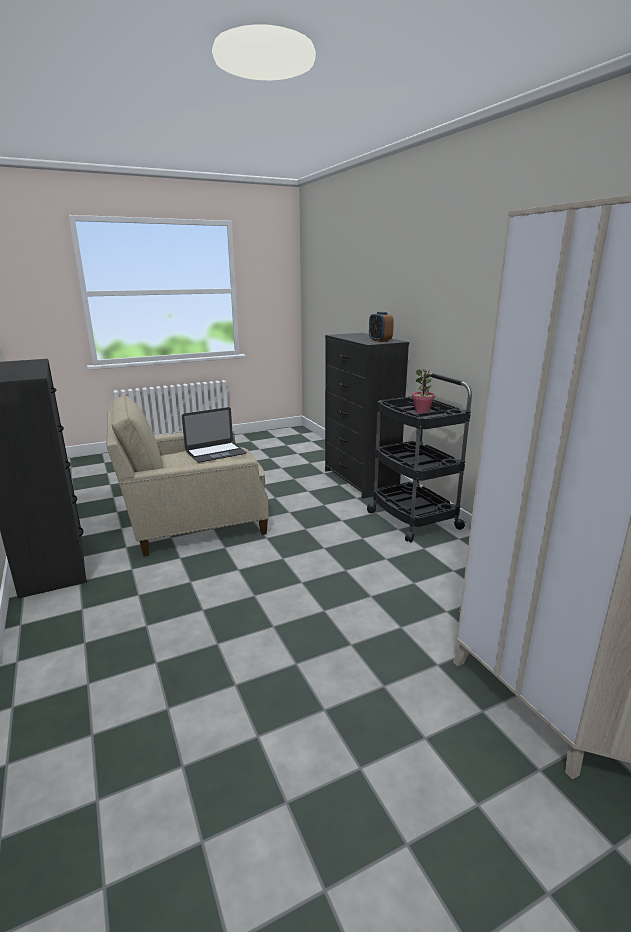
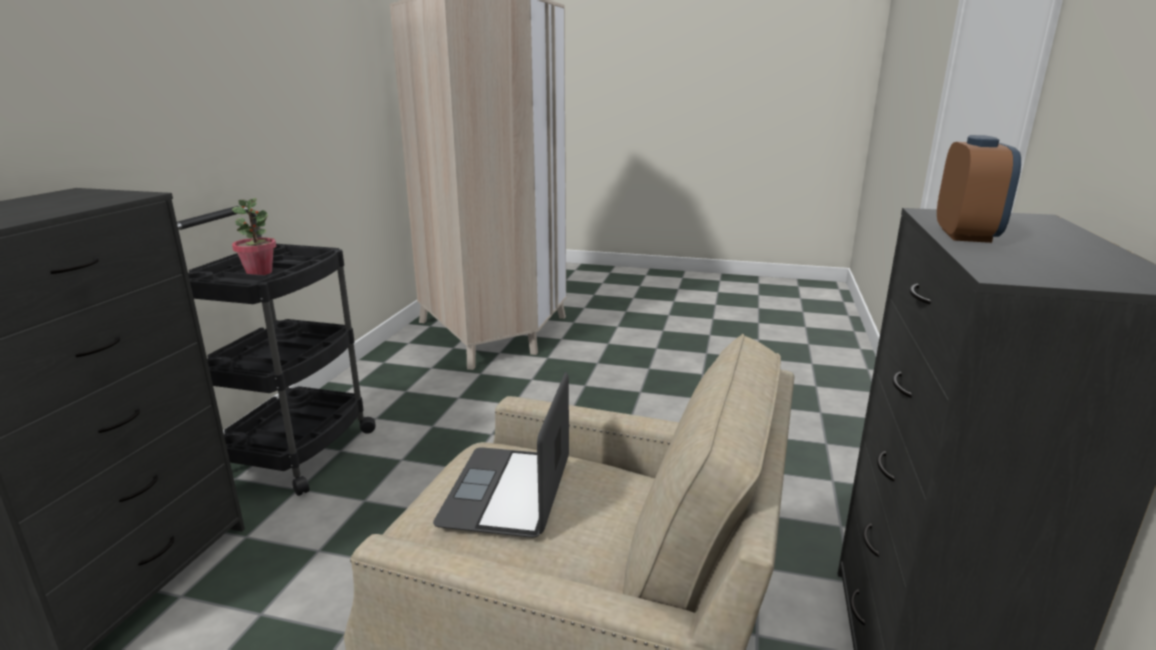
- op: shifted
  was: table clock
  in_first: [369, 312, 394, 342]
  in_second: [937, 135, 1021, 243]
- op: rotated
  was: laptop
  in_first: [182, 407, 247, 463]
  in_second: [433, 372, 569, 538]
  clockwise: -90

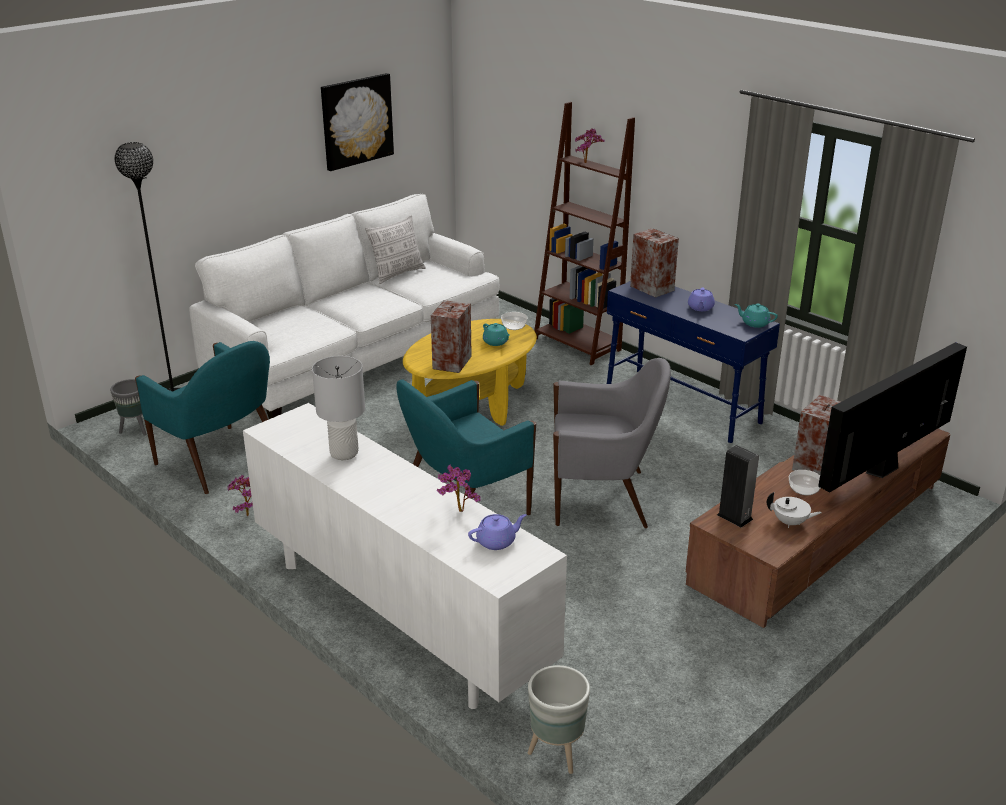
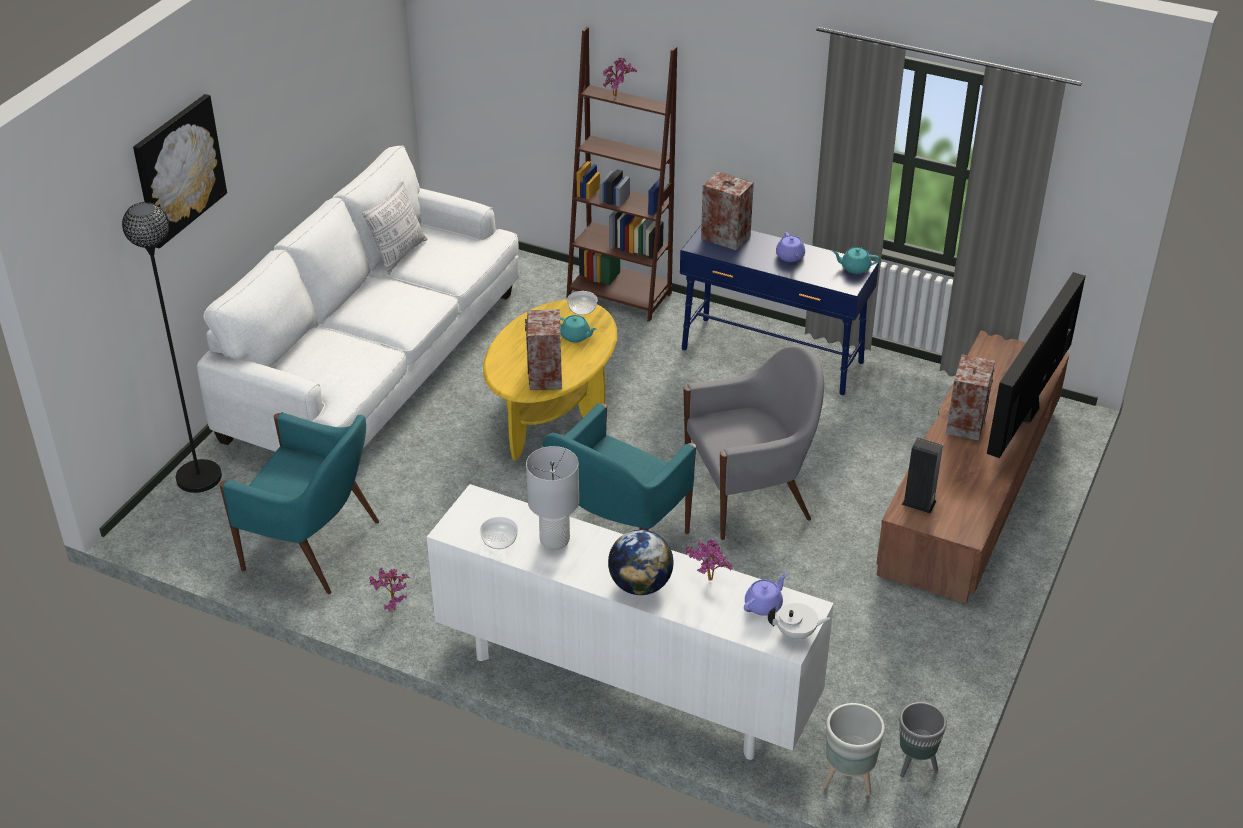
- op: new
  now: world globe
  in_second: [608, 530, 674, 595]
- op: shifted
  was: planter/greyish
  in_first: [110, 379, 146, 436]
  in_second: [900, 702, 947, 777]
- op: shifted
  was: wall picture
  in_first: [321, 73, 394, 171]
  in_second: [133, 94, 227, 249]
- op: shifted
  was: tea pot/whitish
  in_first: [767, 492, 822, 528]
  in_second: [768, 603, 830, 642]
- op: shifted
  was: serving bowl
  in_first: [789, 470, 820, 495]
  in_second: [480, 517, 518, 549]

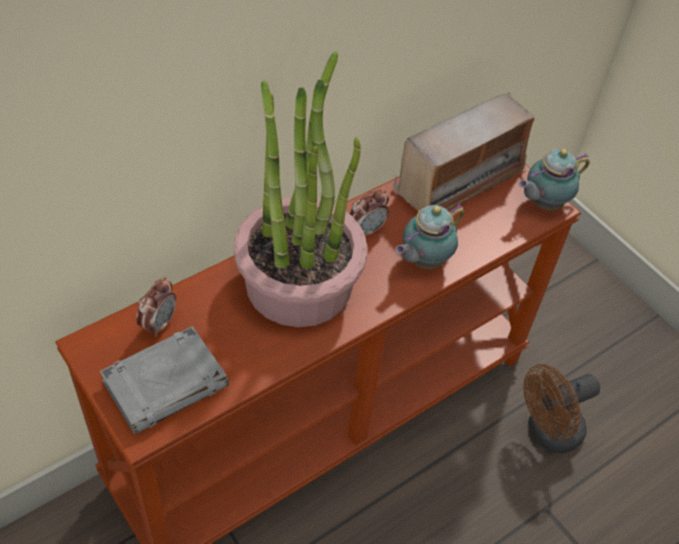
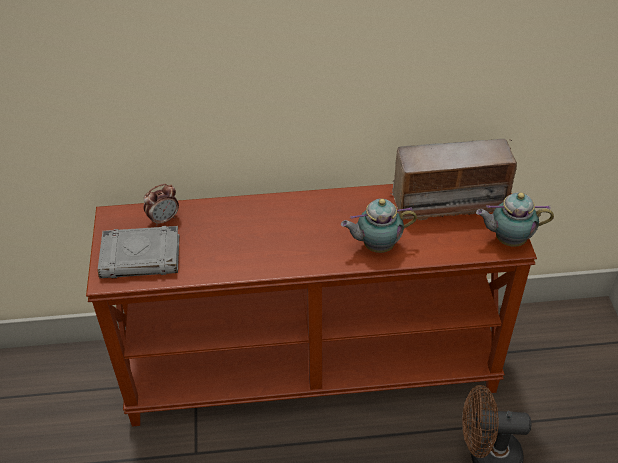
- op: gone
  was: houseplant
  in_first: [233, 51, 368, 327]
- op: gone
  was: table clock
  in_first: [349, 189, 389, 236]

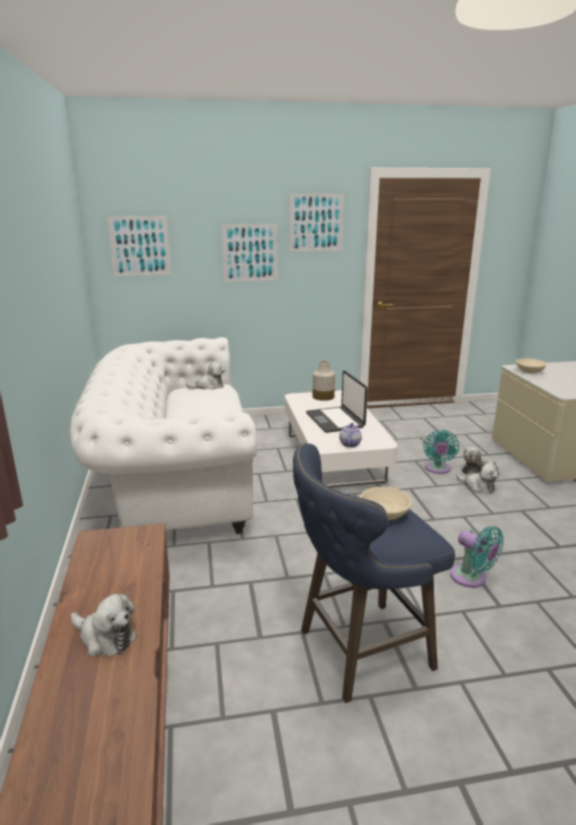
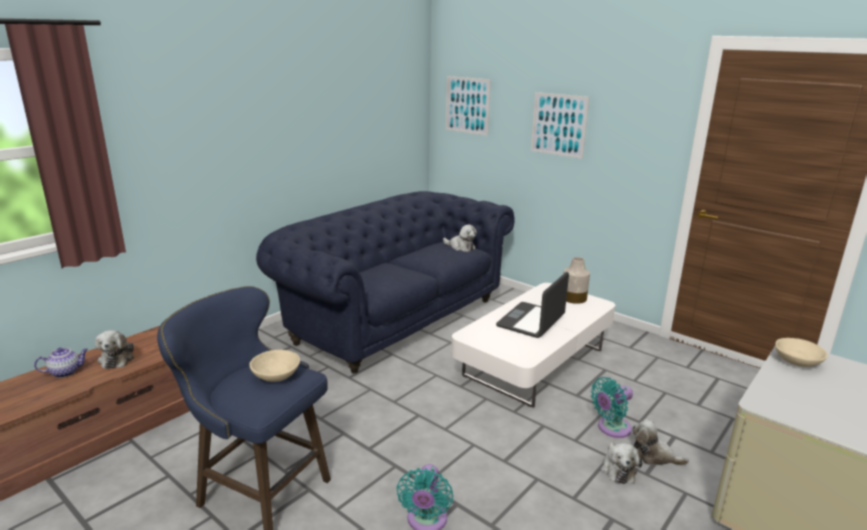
- op: gone
  was: wall picture
  in_first: [289, 193, 344, 252]
- op: shifted
  was: tea pot
  in_first: [339, 423, 362, 447]
  in_second: [34, 348, 88, 378]
- op: repainted
  was: couch/whitish
  now: couch/blue-coloured
  in_first: [70, 337, 257, 534]
  in_second: [256, 191, 515, 374]

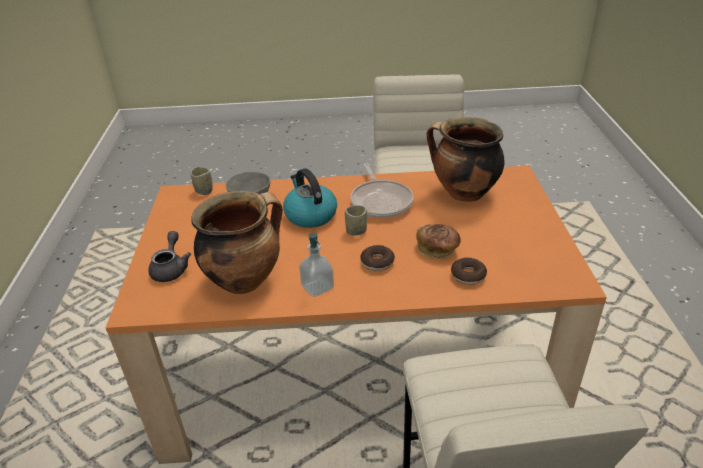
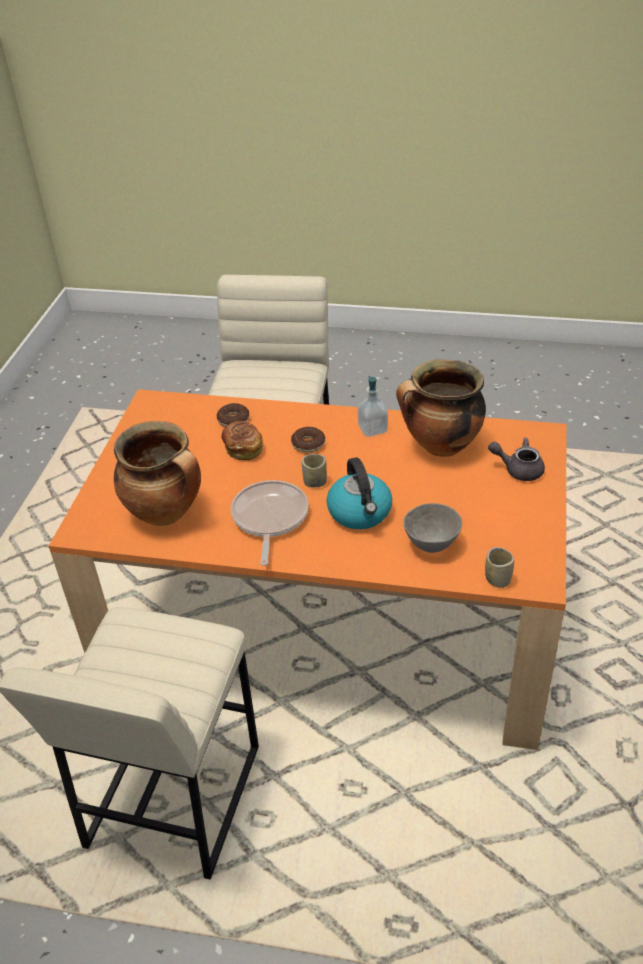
- op: rotated
  was: tea pot/greyish
  in_first: [148, 231, 191, 282]
  in_second: [488, 438, 545, 481]
  clockwise: 90

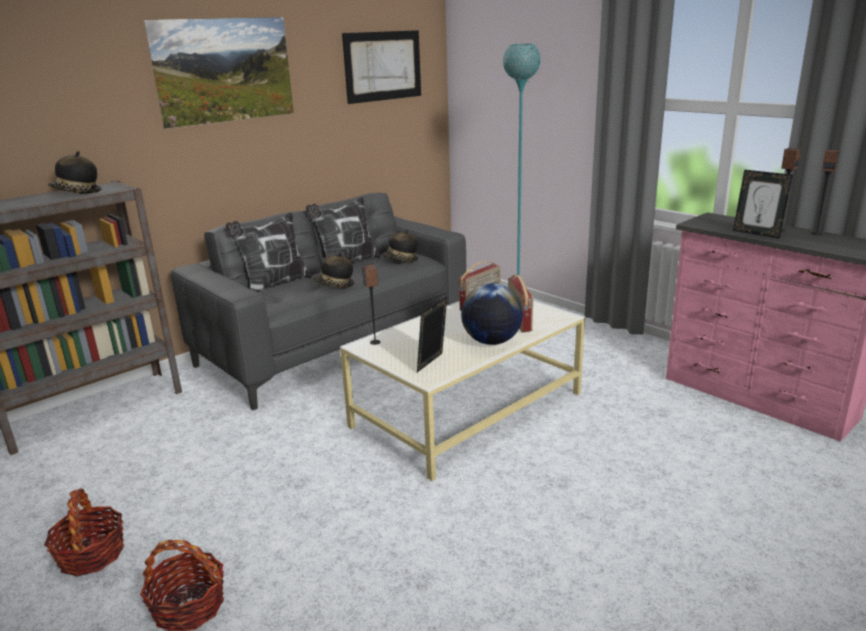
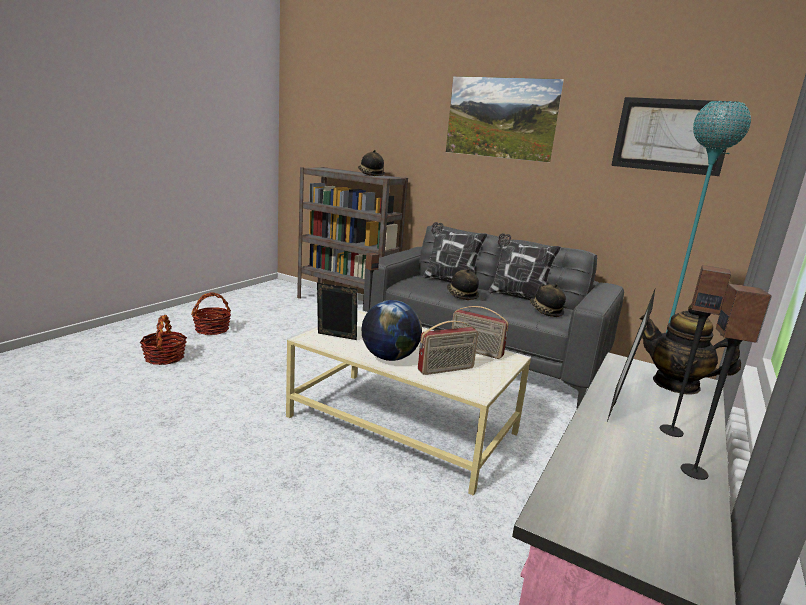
- op: new
  now: tea pot
  in_second: [639, 304, 741, 394]

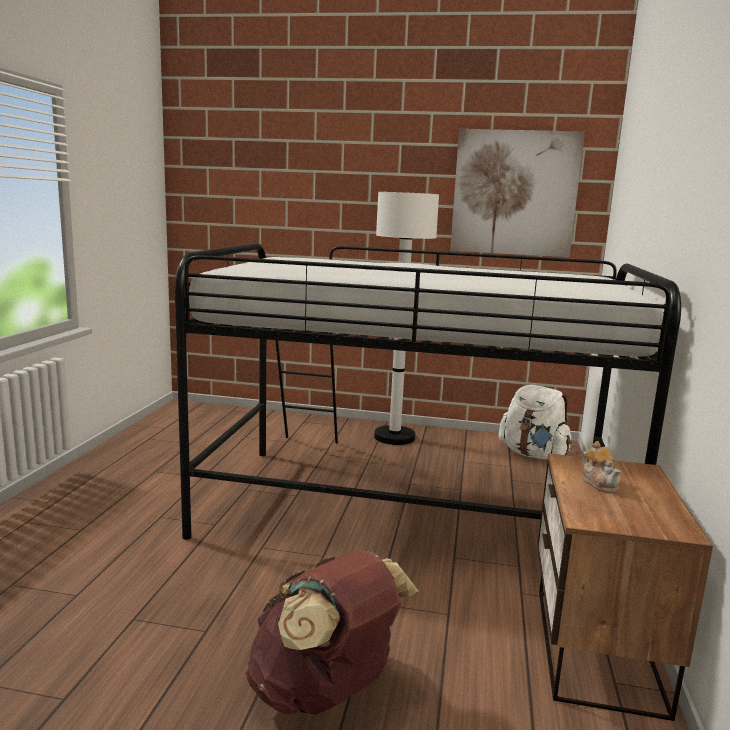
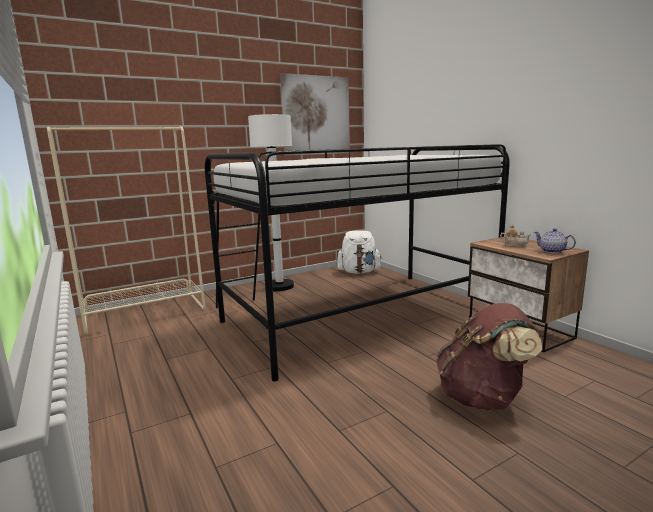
- op: new
  now: garment stand/sand-coloured
  in_second: [47, 126, 205, 335]
- op: new
  now: tea pot
  in_second: [534, 228, 576, 253]

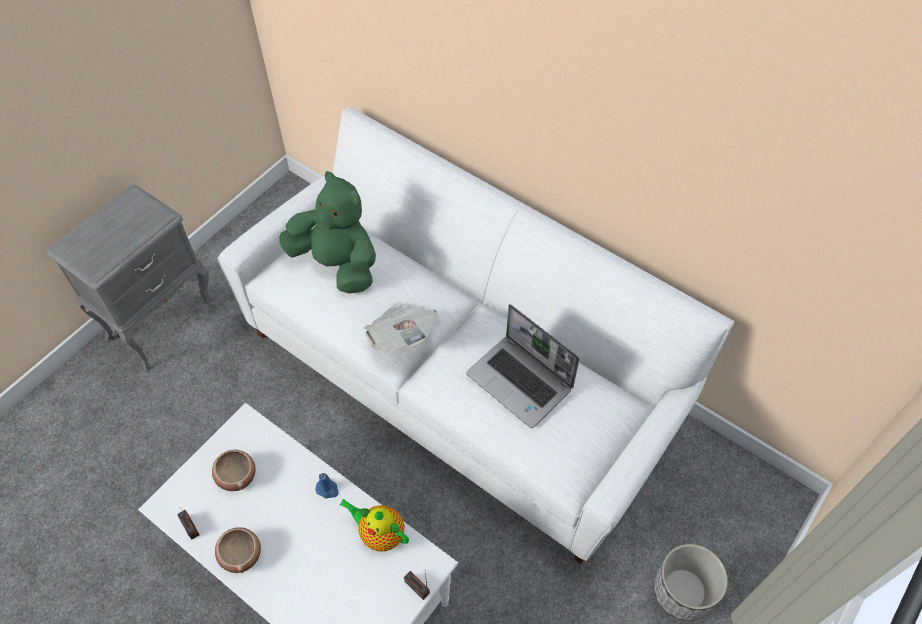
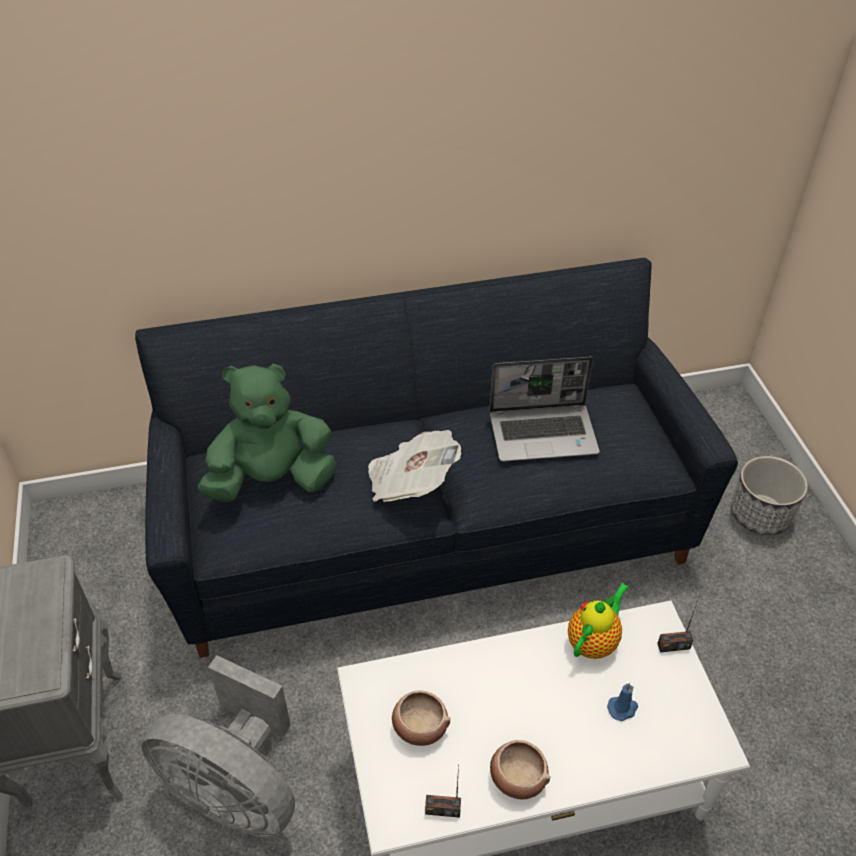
- op: new
  now: cooling fan/greyish
  in_second: [141, 655, 295, 838]
- op: shifted
  was: wax candle/blue-coloured
  in_first: [316, 473, 338, 499]
  in_second: [607, 683, 638, 721]
- op: repainted
  was: couch/whitish
  now: couch/blackish
  in_first: [217, 107, 734, 564]
  in_second: [135, 258, 738, 658]
- op: rotated
  was: tea pot
  in_first: [339, 499, 409, 552]
  in_second: [568, 583, 629, 659]
  clockwise: 150

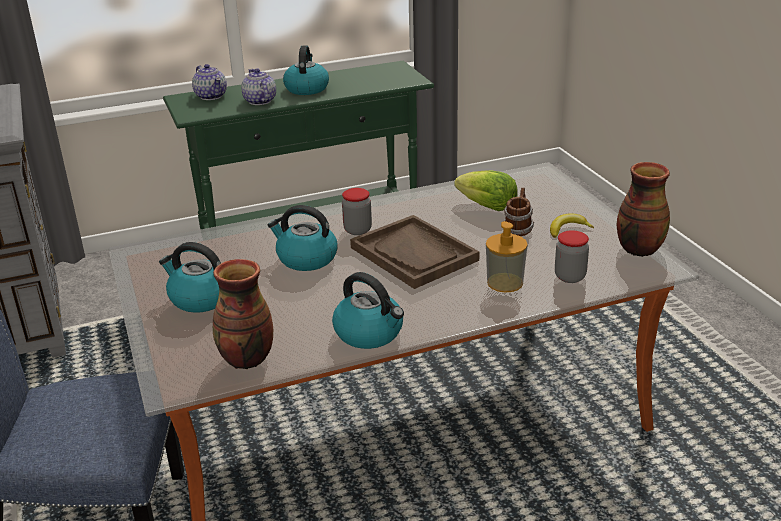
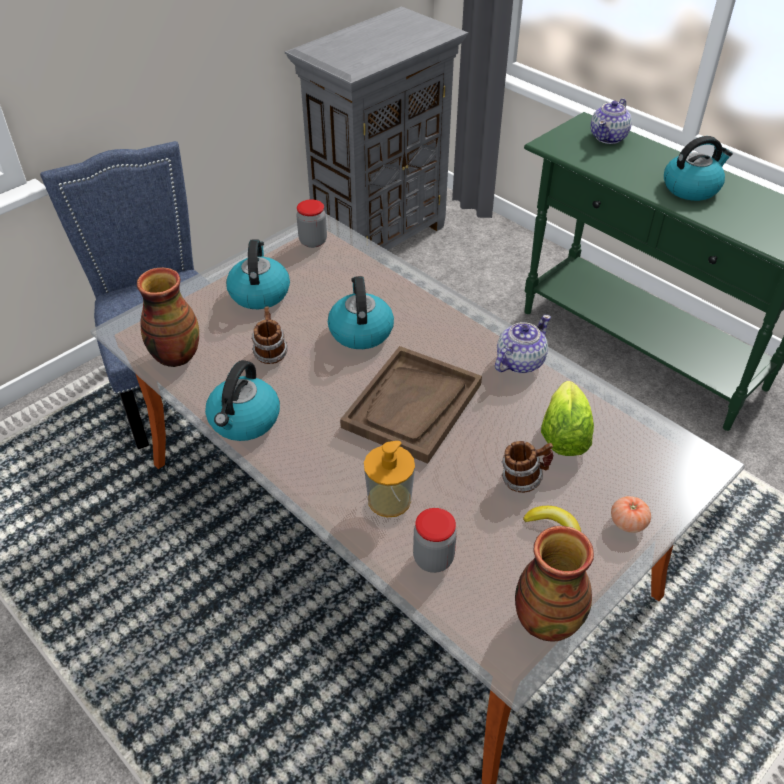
- op: new
  now: tea mug
  in_second: [251, 306, 288, 364]
- op: new
  now: fresh tomato
  in_second: [611, 496, 651, 533]
- op: shifted
  was: tea pot
  in_first: [241, 68, 276, 105]
  in_second: [495, 315, 551, 373]
- op: shifted
  was: preserve jar
  in_first: [342, 188, 372, 235]
  in_second: [296, 200, 327, 248]

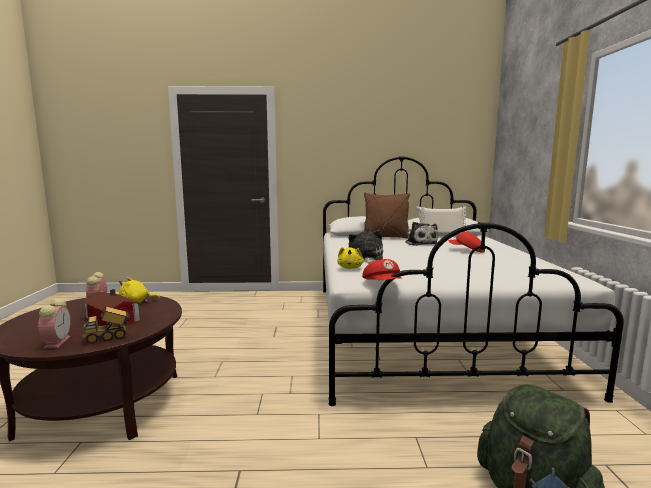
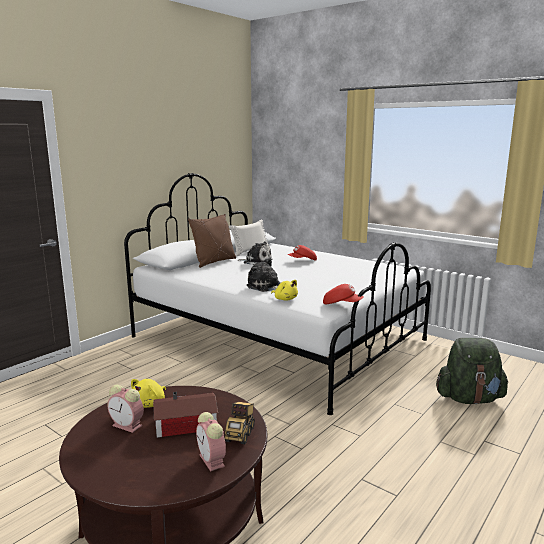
- op: rotated
  was: table clock
  in_first: [38, 299, 71, 349]
  in_second: [196, 412, 226, 471]
  clockwise: -150

